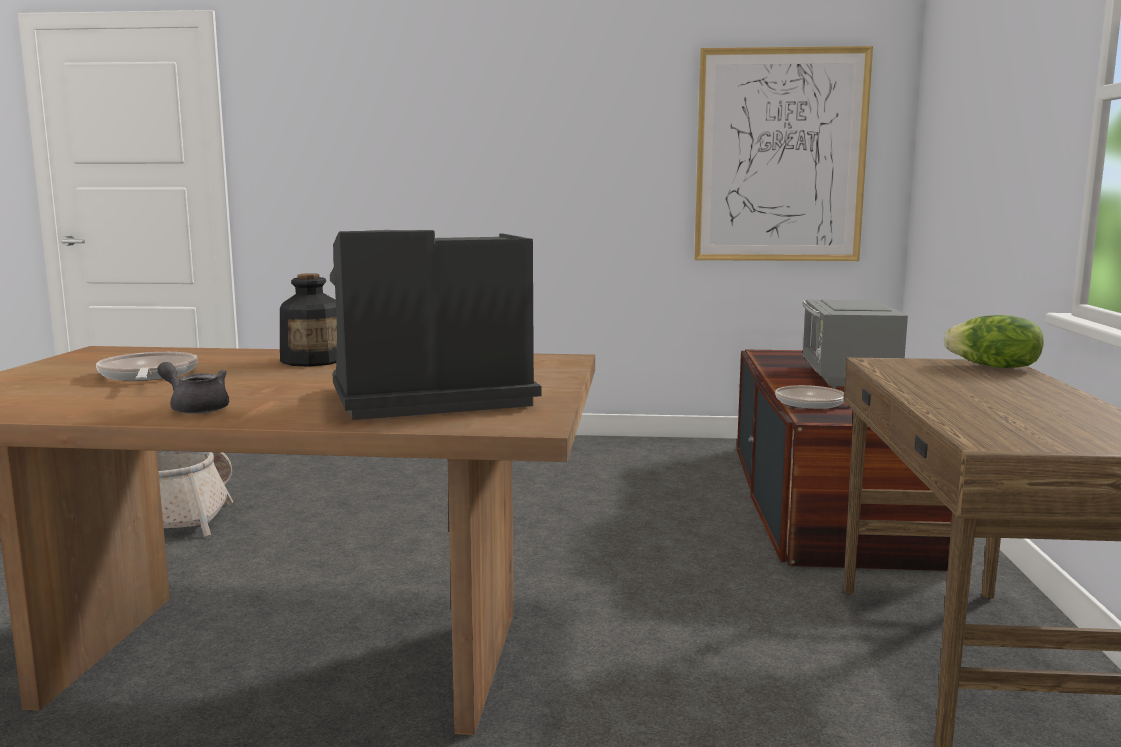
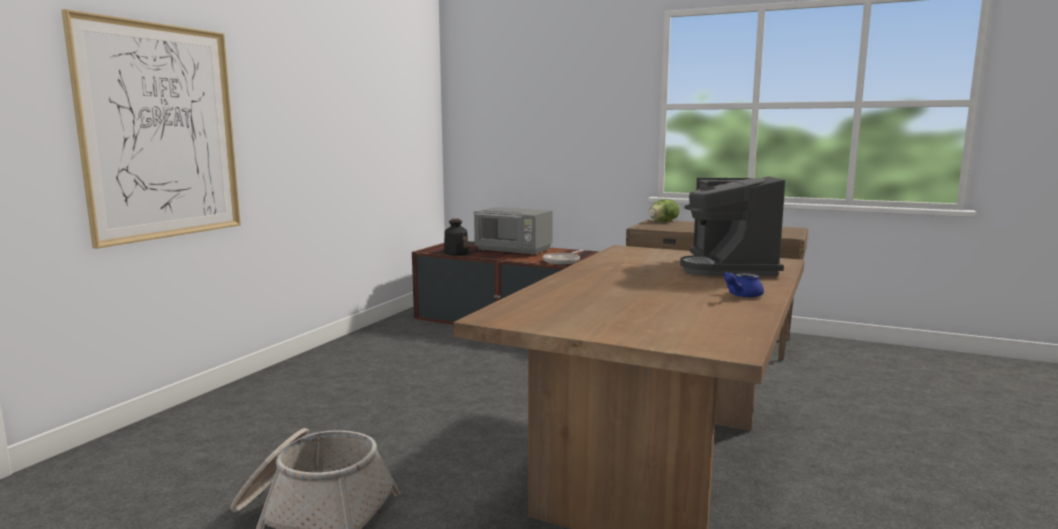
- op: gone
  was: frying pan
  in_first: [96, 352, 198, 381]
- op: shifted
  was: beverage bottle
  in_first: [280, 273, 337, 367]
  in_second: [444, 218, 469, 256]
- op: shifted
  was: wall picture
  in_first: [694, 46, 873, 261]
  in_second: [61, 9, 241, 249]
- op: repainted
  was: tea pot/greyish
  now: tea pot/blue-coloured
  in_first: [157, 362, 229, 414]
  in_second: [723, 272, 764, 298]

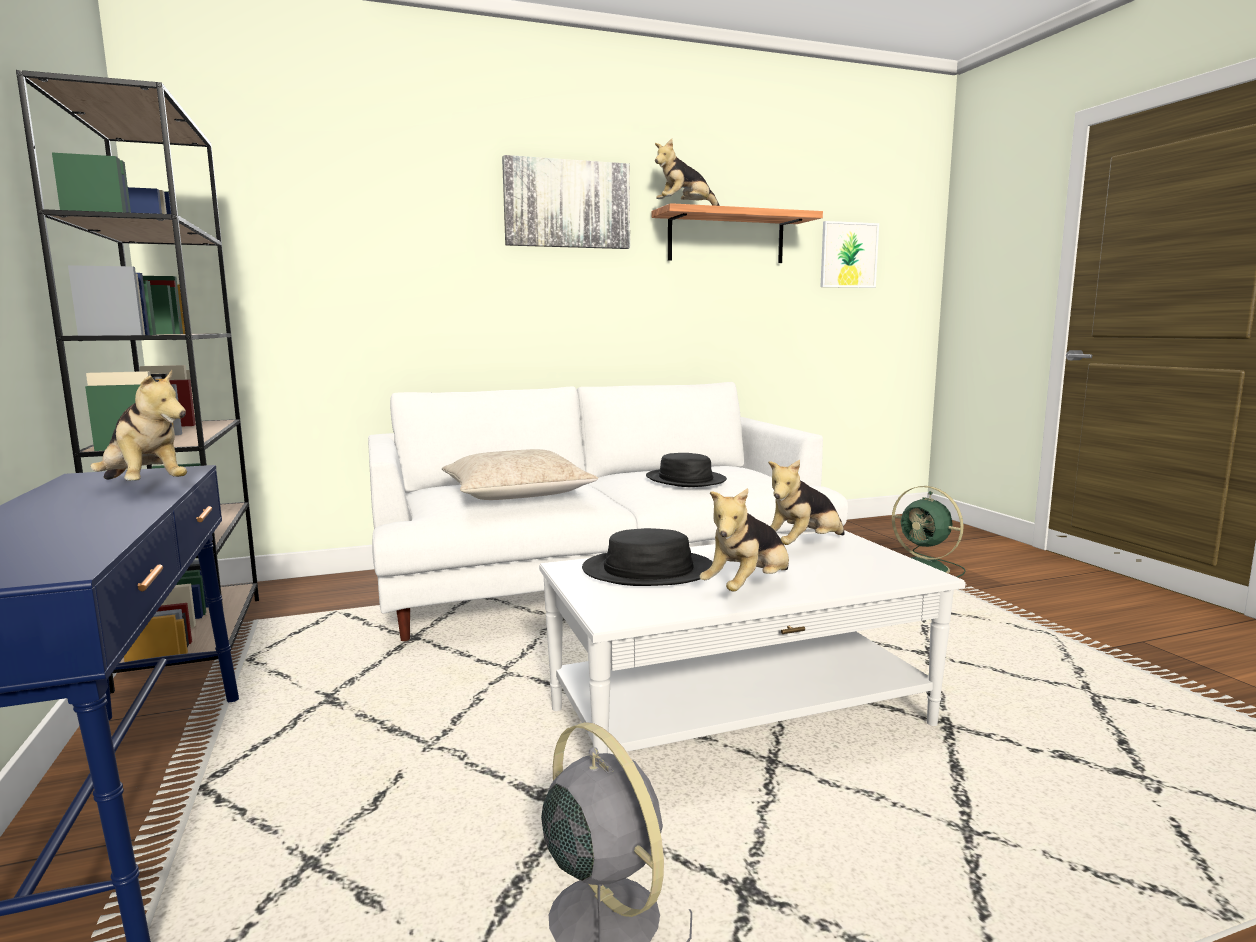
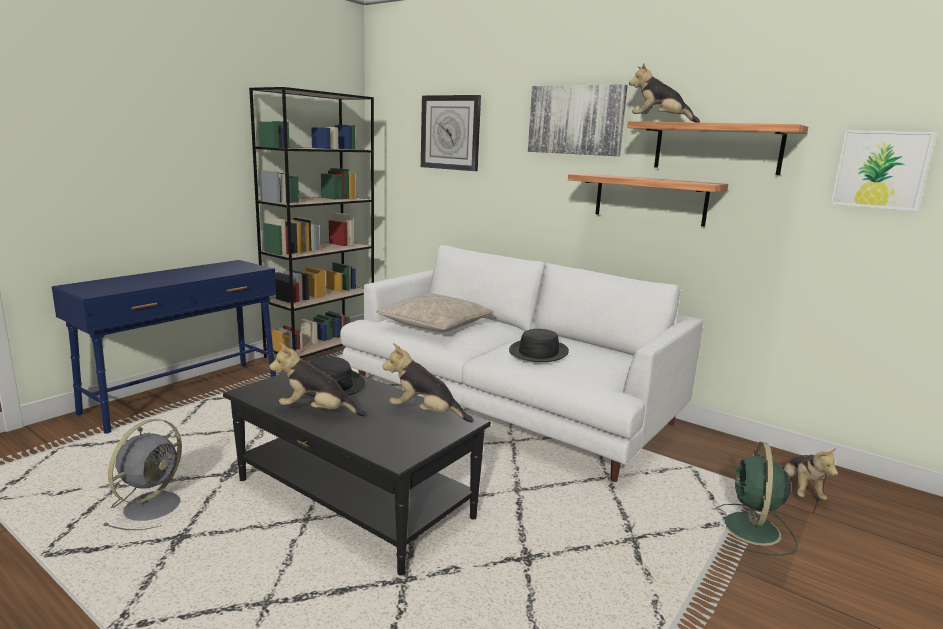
- op: new
  now: wall clock
  in_second: [421, 95, 481, 171]
- op: new
  now: bracket shelf
  in_second: [568, 174, 728, 227]
- op: shifted
  was: cuddly toy
  in_first: [90, 370, 187, 481]
  in_second: [782, 448, 838, 501]
- op: repainted
  was: low table/whitish
  now: low table/blackish
  in_first: [539, 530, 965, 754]
  in_second: [223, 372, 491, 576]

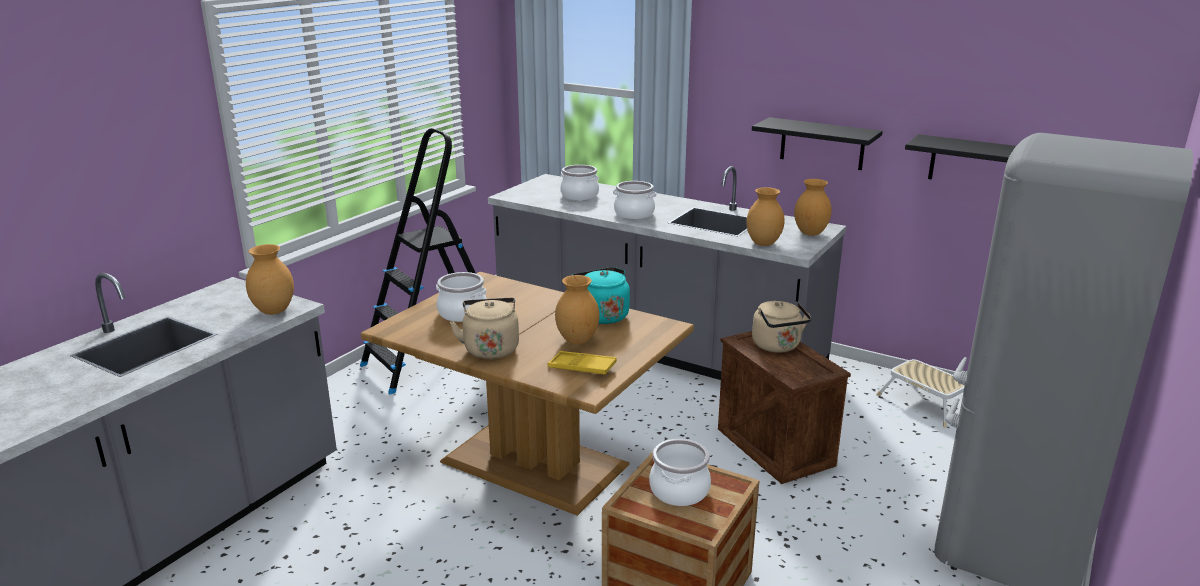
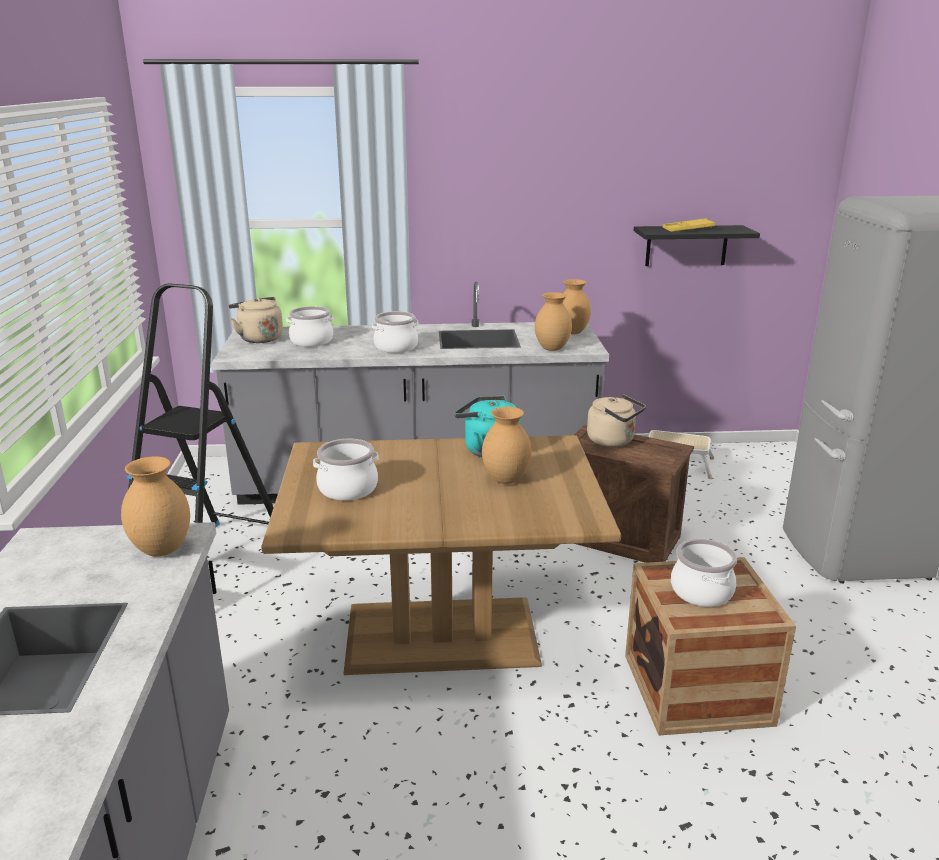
- op: gone
  was: bracket shelf/blackish
  in_first: [752, 117, 883, 170]
- op: shifted
  was: water kettle/sand-coloured
  in_first: [450, 298, 519, 359]
  in_second: [229, 297, 283, 343]
- op: shifted
  was: serving tray/yellow
  in_first: [548, 351, 617, 375]
  in_second: [662, 218, 715, 232]

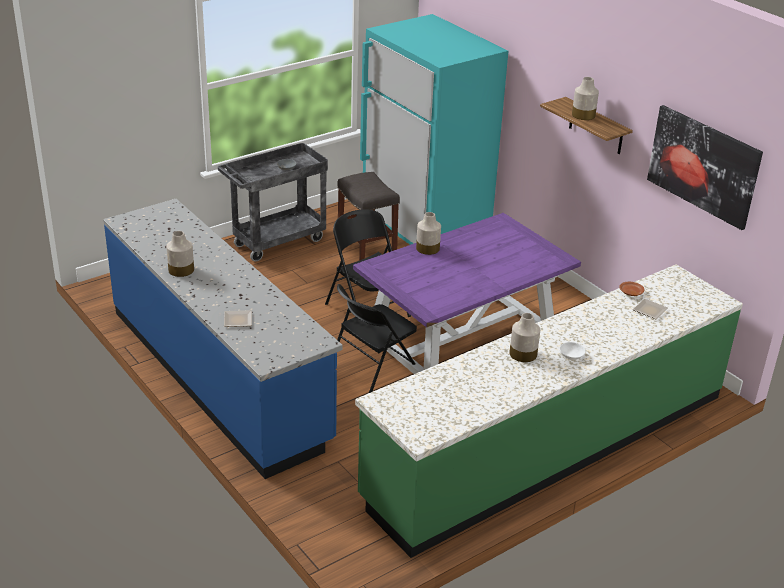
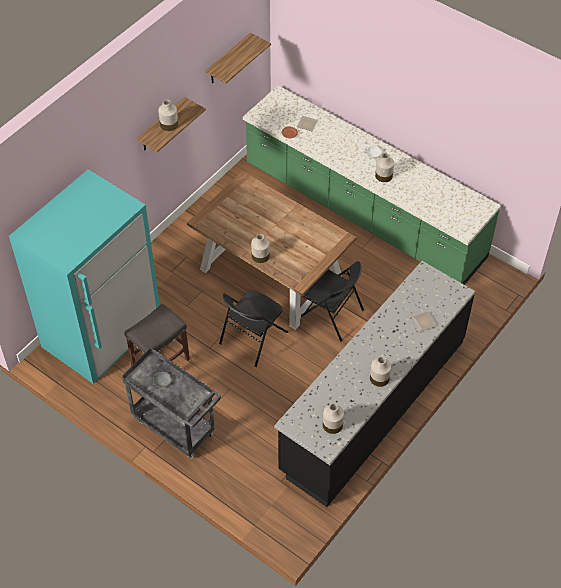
- op: new
  now: vase/sand-coloured
  in_second: [323, 404, 344, 434]
- op: swapped
  was: wall picture
  now: bracket shelf
  in_first: [647, 105, 763, 230]
  in_second: [205, 33, 271, 84]
- op: repainted
  was: counter/blue-coloured
  now: counter/blackish
  in_first: [103, 199, 343, 479]
  in_second: [274, 261, 475, 507]
- op: repainted
  was: dining table/purple-coloured
  now: dining table/brownish
  in_first: [353, 213, 581, 374]
  in_second: [187, 171, 357, 330]

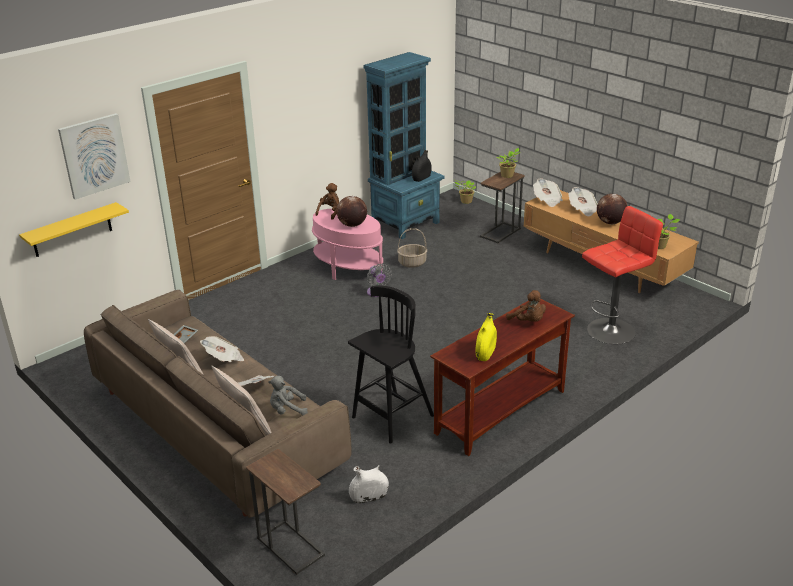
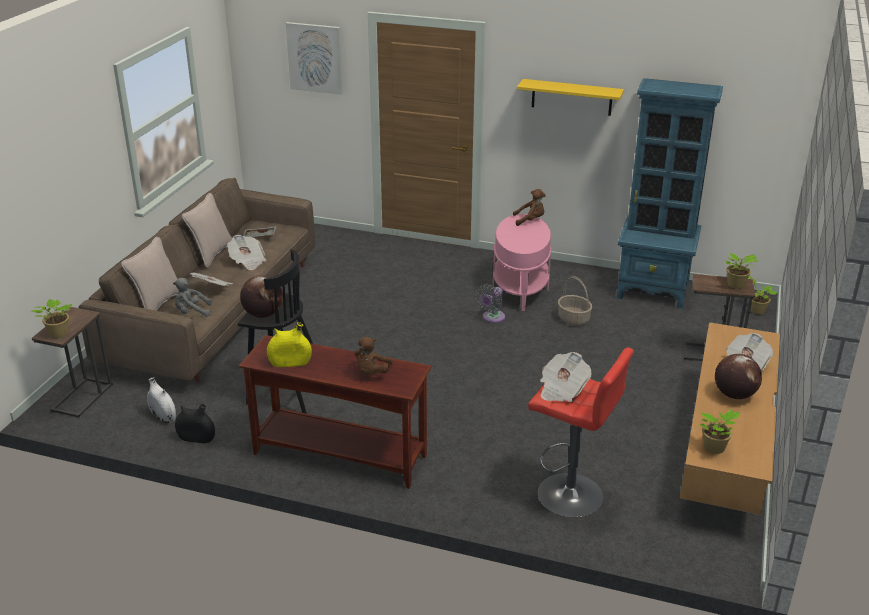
- op: new
  now: houseplant
  in_second: [31, 299, 72, 338]
- op: shifted
  was: bracket shelf/yellow
  in_first: [19, 202, 129, 257]
  in_second: [517, 79, 624, 116]
- op: shifted
  was: world globe
  in_first: [337, 196, 367, 227]
  in_second: [240, 275, 283, 318]
- op: shifted
  was: vase/blackish
  in_first: [412, 150, 432, 182]
  in_second: [175, 404, 215, 443]
- op: shifted
  was: printed paper
  in_first: [533, 178, 563, 207]
  in_second: [540, 352, 592, 402]
- op: rotated
  was: cuddly toy/greyish
  in_first: [268, 376, 308, 415]
  in_second: [173, 278, 212, 317]
  clockwise: -60

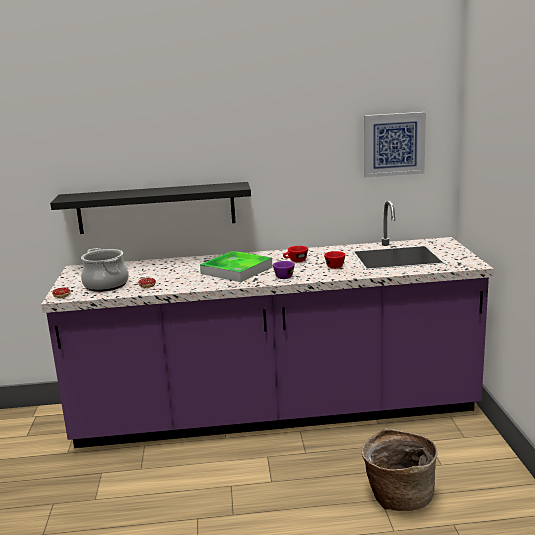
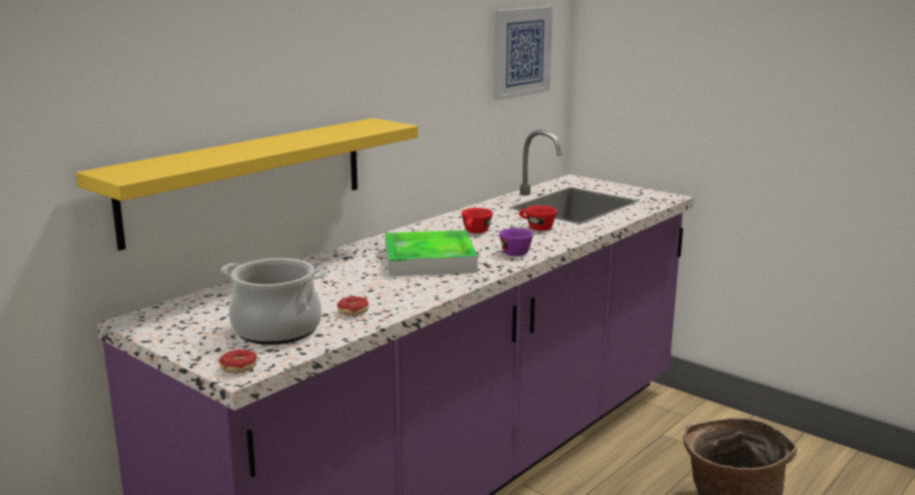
- op: repainted
  was: bracket shelf/blackish
  now: bracket shelf/yellow
  in_first: [50, 182, 251, 234]
  in_second: [76, 118, 418, 251]

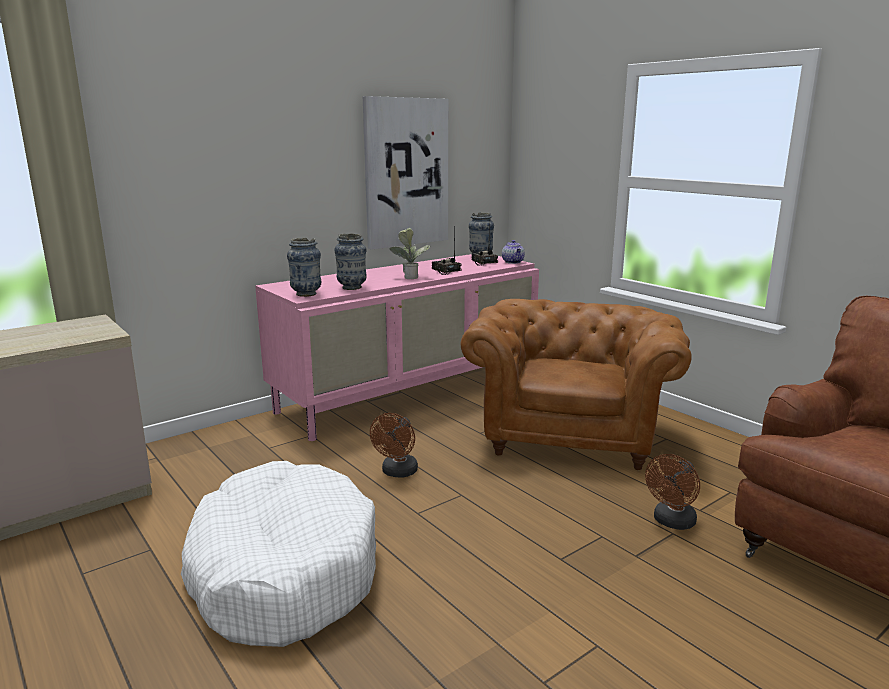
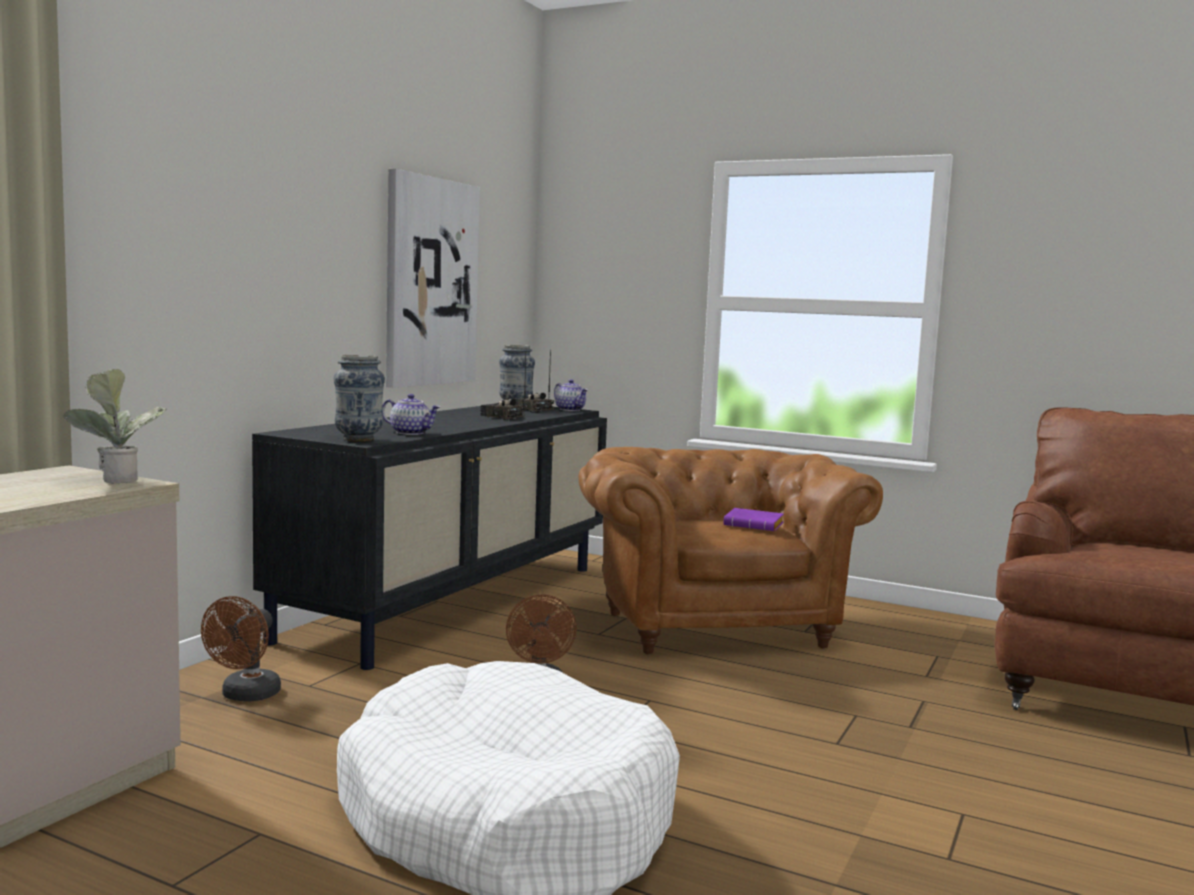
- op: new
  now: bound book/purple-coloured
  in_second: [724, 508, 784, 531]
- op: shifted
  was: houseplant
  in_first: [390, 228, 431, 279]
  in_second: [63, 369, 167, 484]
- op: shifted
  was: cooling fan/brownish
  in_first: [645, 454, 700, 530]
  in_second: [201, 596, 281, 701]
- op: swapped
  was: vase
  now: tea pot
  in_first: [334, 233, 367, 290]
  in_second: [382, 394, 440, 435]
- op: repainted
  was: cabinet/pinkish
  now: cabinet/blackish
  in_first: [255, 254, 539, 441]
  in_second: [252, 406, 607, 670]

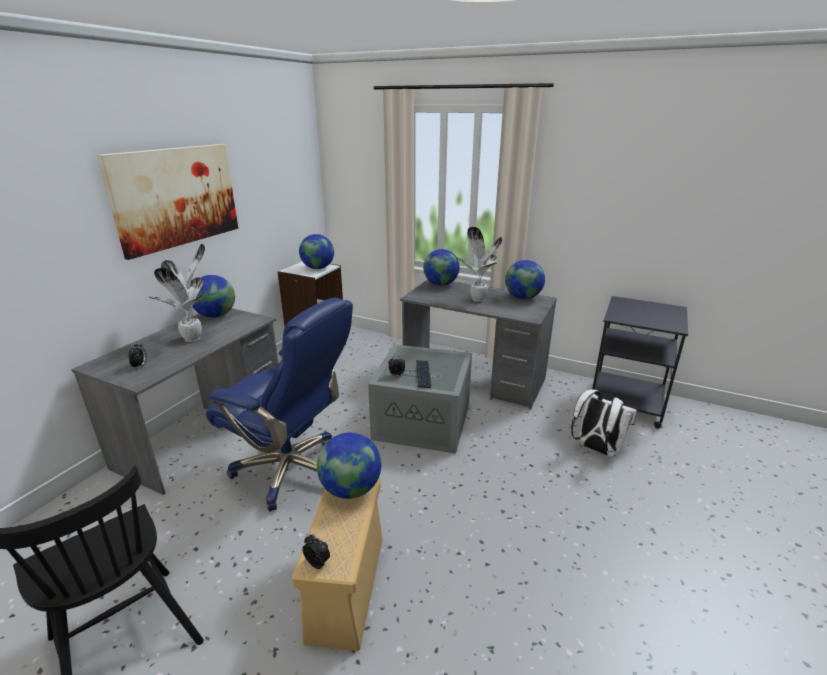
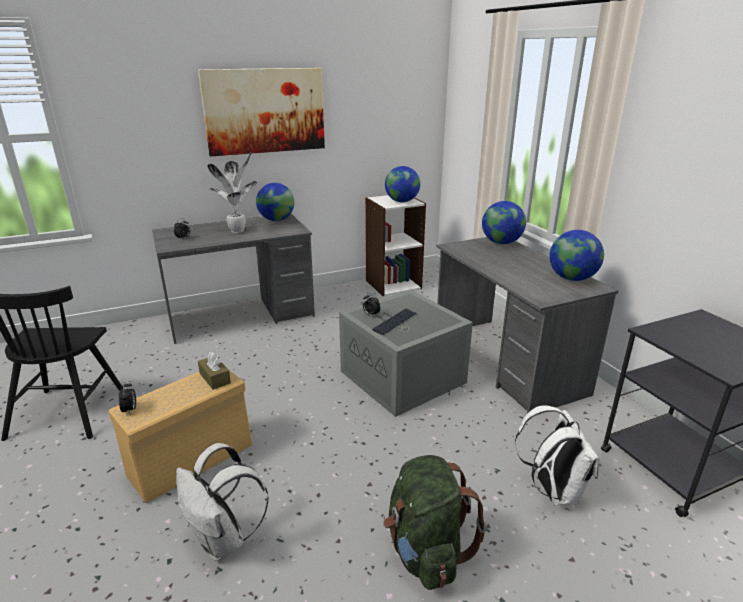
- op: gone
  was: computer chair/blue-coloured
  in_first: [206, 298, 353, 512]
- op: gone
  was: houseplant
  in_first: [454, 227, 502, 302]
- op: new
  now: rucksack/whitish
  in_second: [176, 443, 269, 561]
- op: new
  now: rucksack/green-coloured
  in_second: [383, 455, 487, 590]
- op: swapped
  was: world globe
  now: tissue holder/brownish
  in_first: [317, 432, 381, 499]
  in_second: [198, 352, 231, 390]

